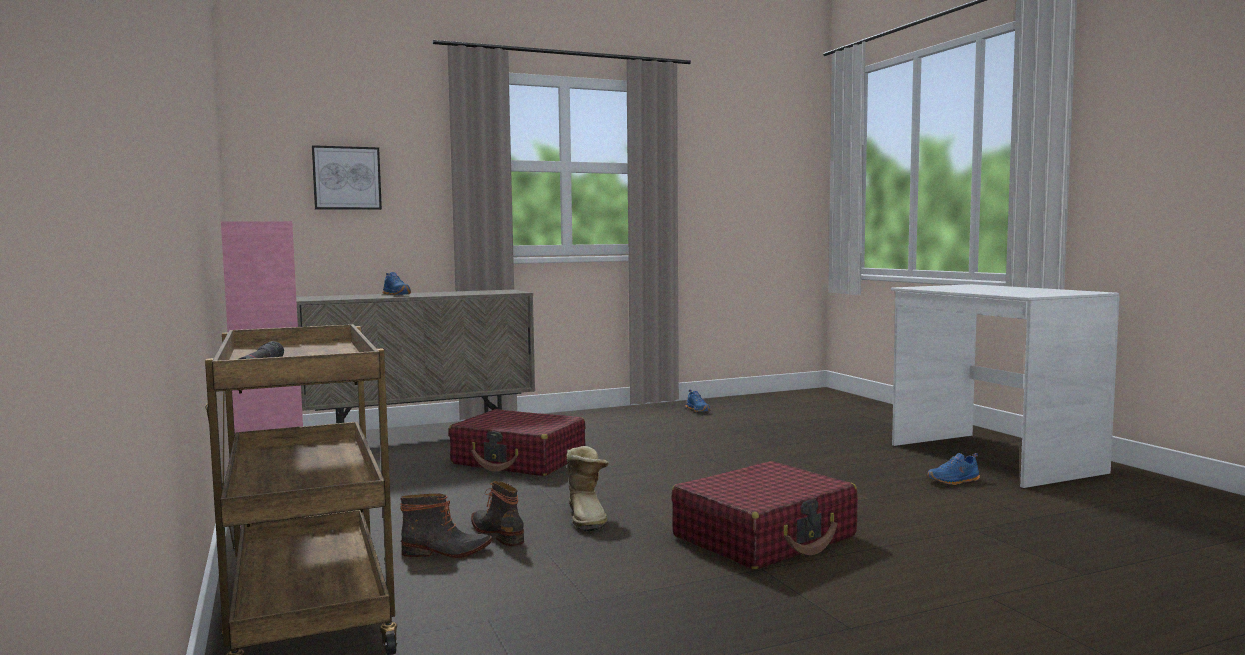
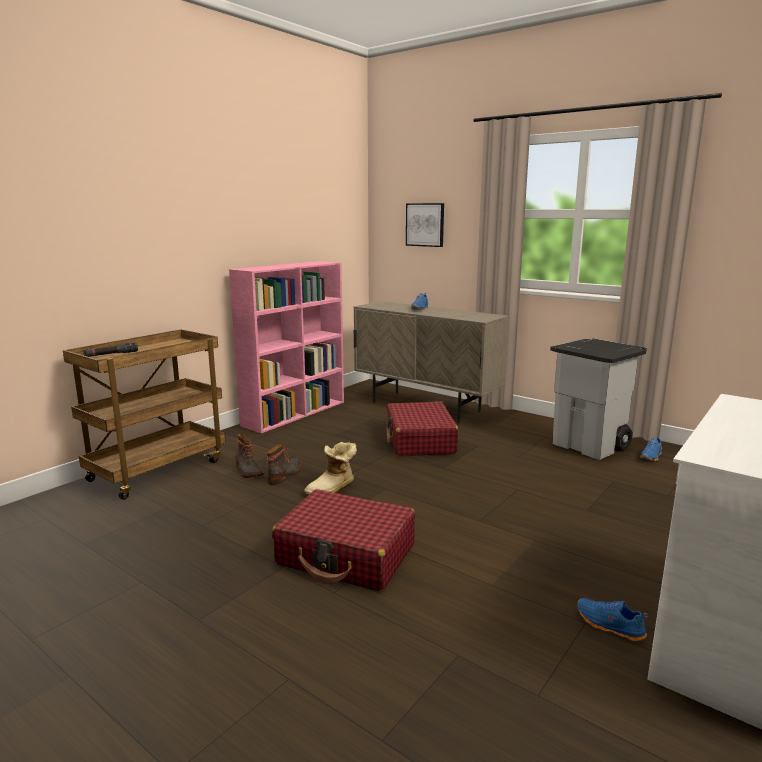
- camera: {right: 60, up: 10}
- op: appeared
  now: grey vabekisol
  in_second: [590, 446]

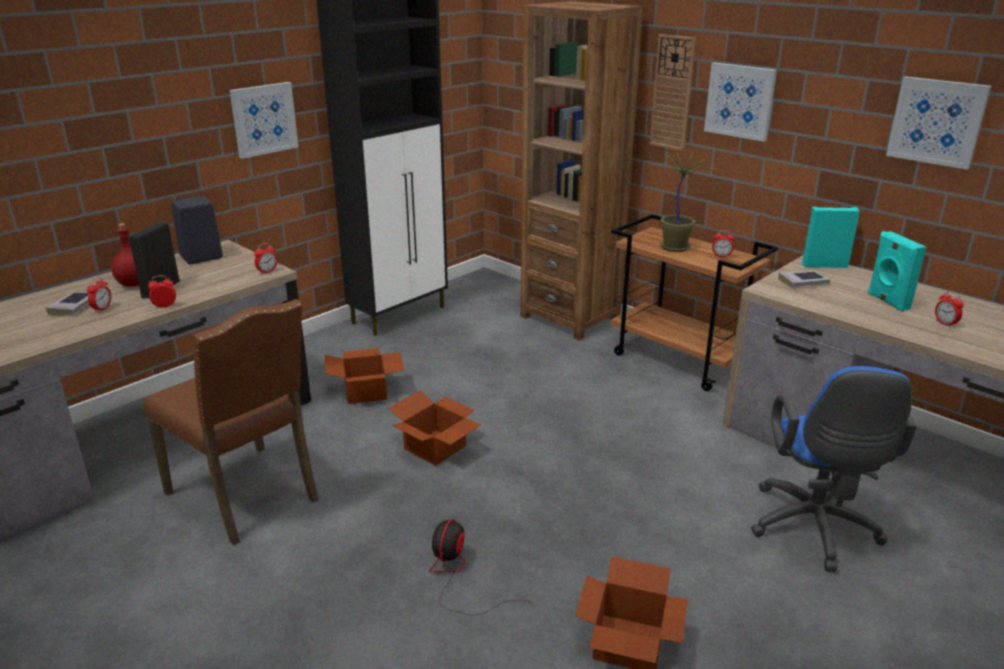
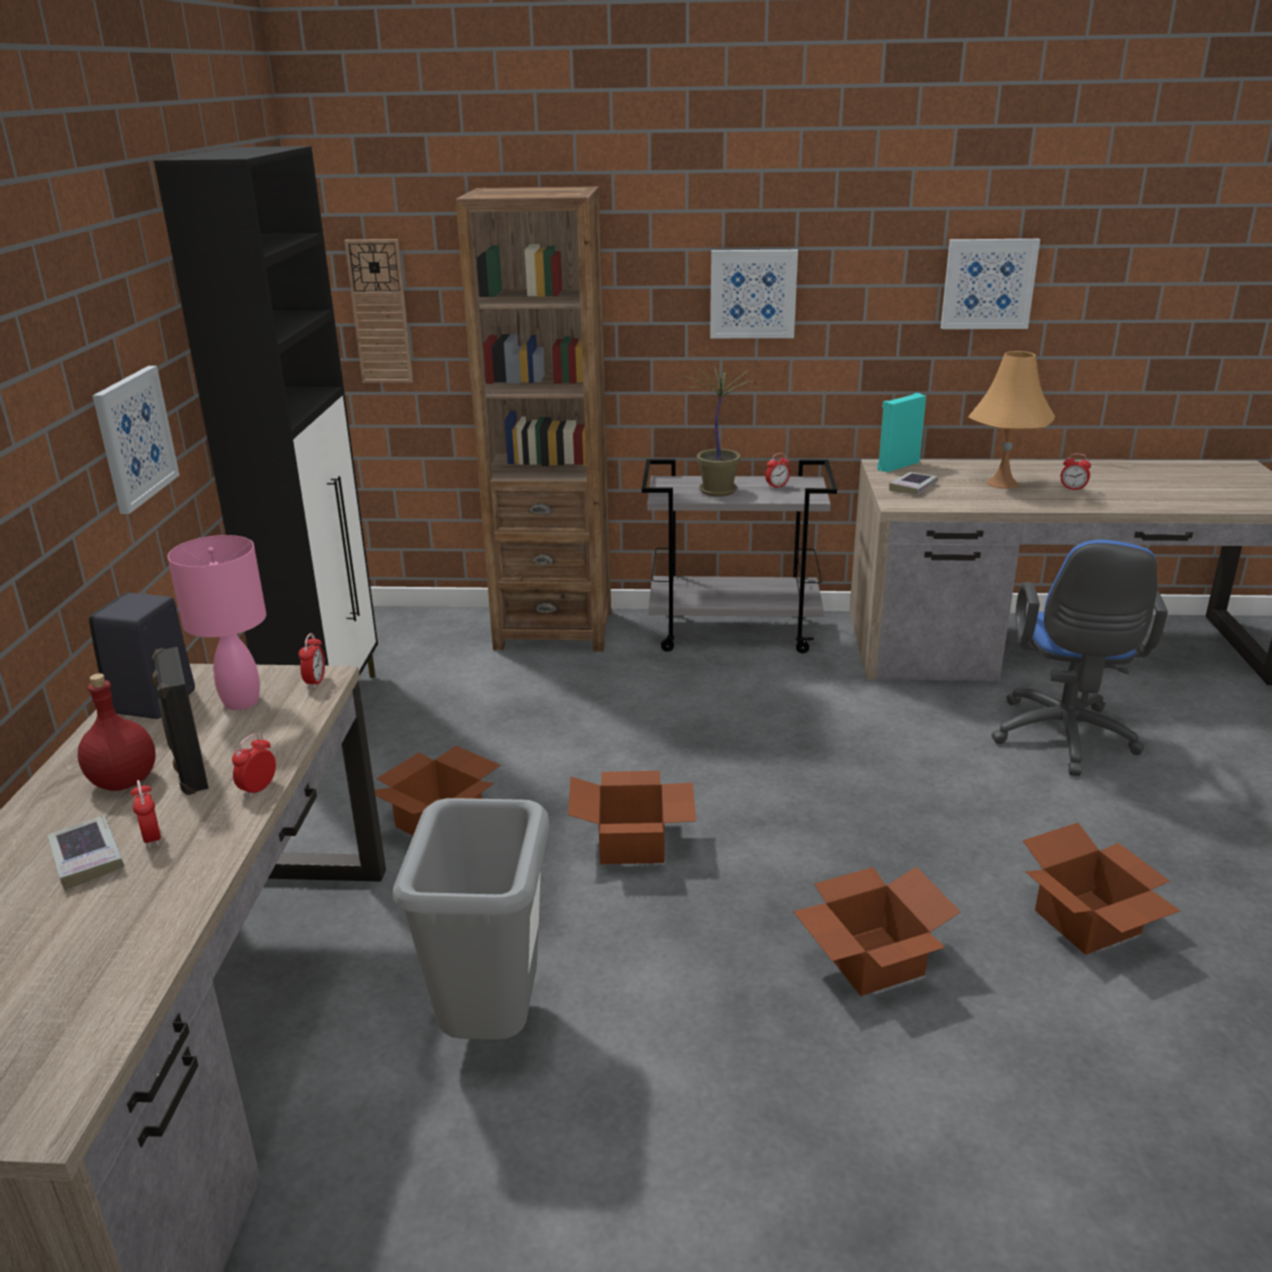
- camera: {right: -40, up: 0}
- op: appeared
  now: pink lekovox
  in_second: [242, 701]
- op: relocated
  was: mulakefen
  in_first: [672, 93]
  in_second: [380, 312]
- op: exchanged
  was: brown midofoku
  now: grey vabekisol
  in_first: [246, 496]
  in_second: [491, 1030]
- op: colour
  was: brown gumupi
  now: grey gumupi
  in_first: [680, 360]
  in_second: [735, 632]
- op: exchanged
  was: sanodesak
  now: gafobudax
  in_first: [458, 576]
  in_second: [869, 960]
- op: exchanged
  was: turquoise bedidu
  now: orange lekovox
  in_first: [887, 301]
  in_second: [1002, 483]
- op: spun
  was: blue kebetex
  in_first: [814, 530]
  in_second: [1063, 740]
  clockwise: 45

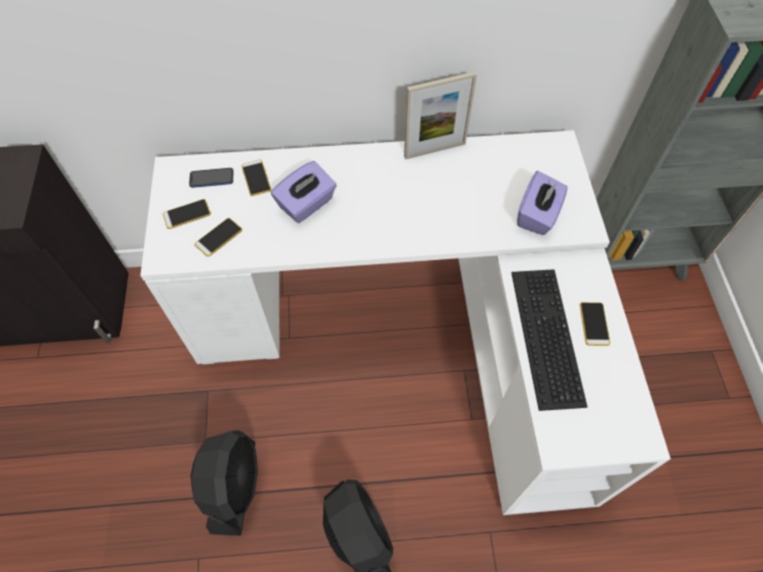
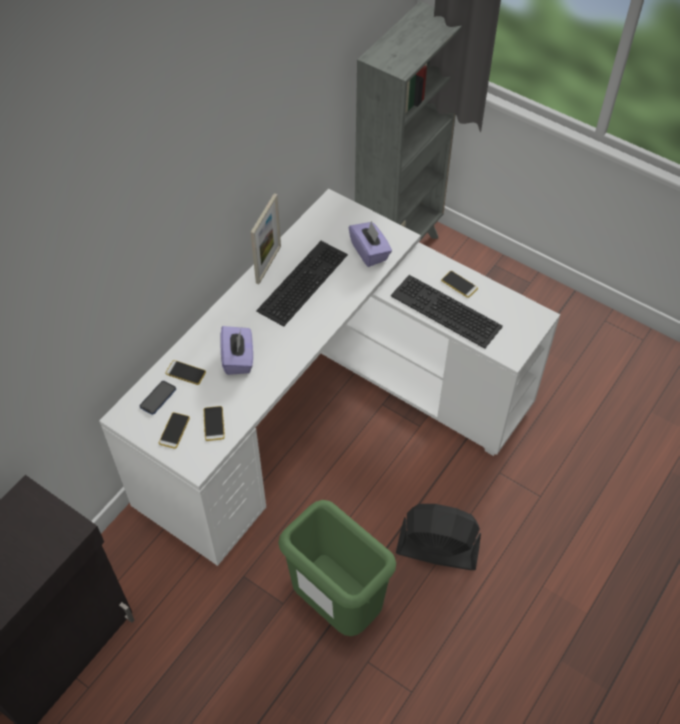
- camera: {right: -50, up: -5}
- op: appeared
  now: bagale
  in_second: [301, 281]
- op: exchanged
  was: black sanodesak
  now: green vabekisol
  in_first: [234, 486]
  in_second: [335, 605]

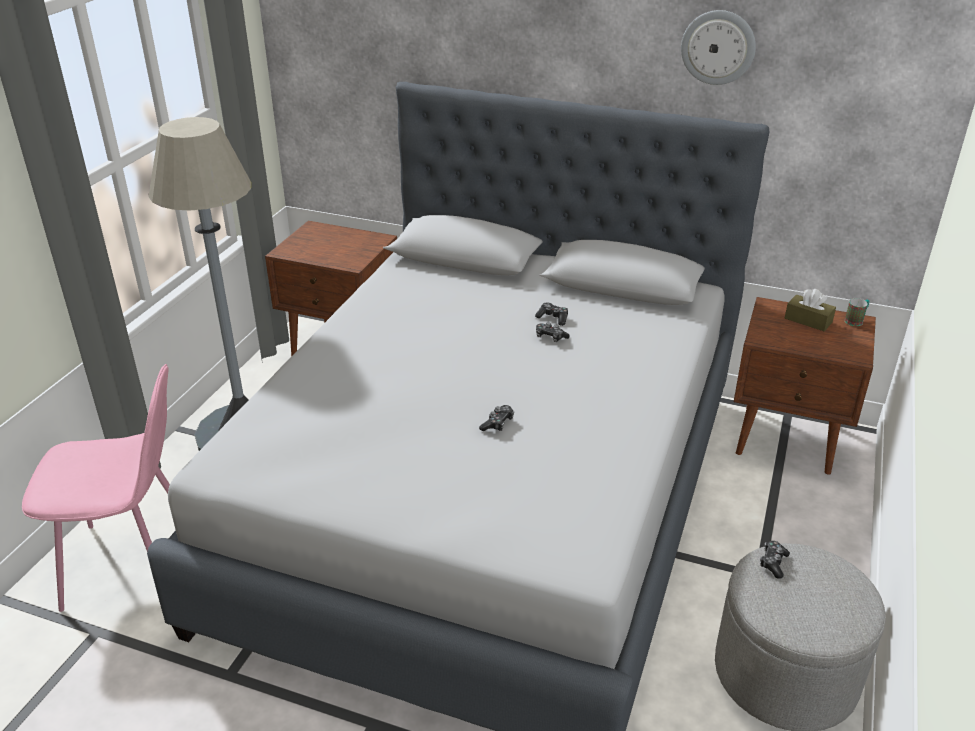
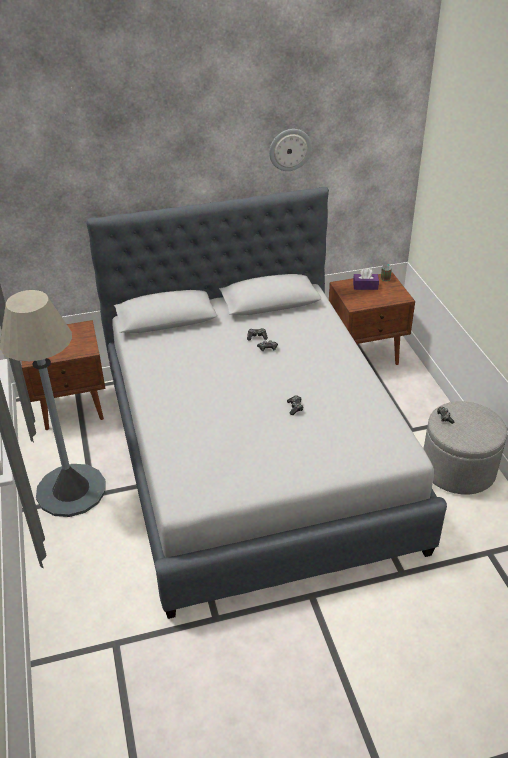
- camera: {right: -35, up: 5}
- op: colour
  was: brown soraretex
  now: purple soraretex
  in_first: [808, 320]
  in_second: [365, 286]
- op: missing
  was: pink midofoku
  in_first: [133, 563]

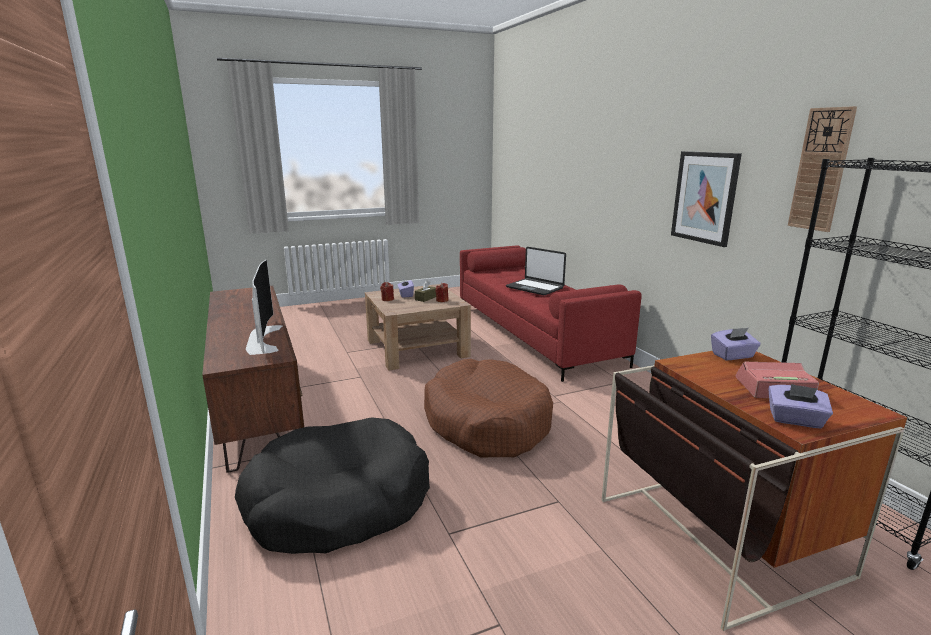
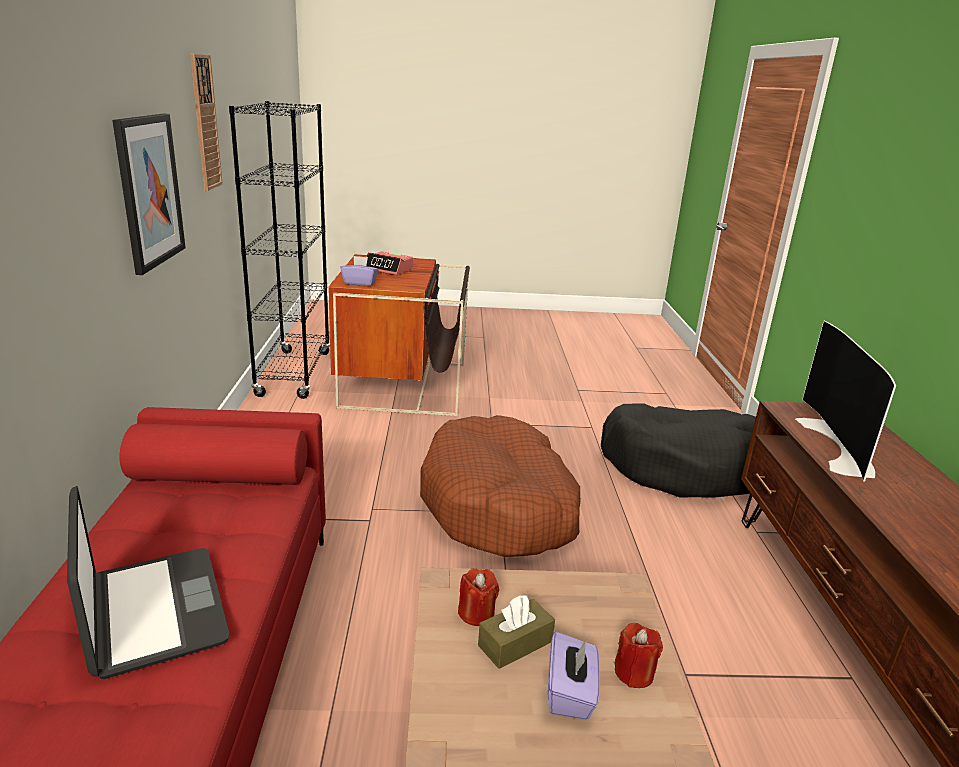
- camera: {right: -160, up: 5}
- op: missing
  was: purple soraretex
  in_first: [795, 420]

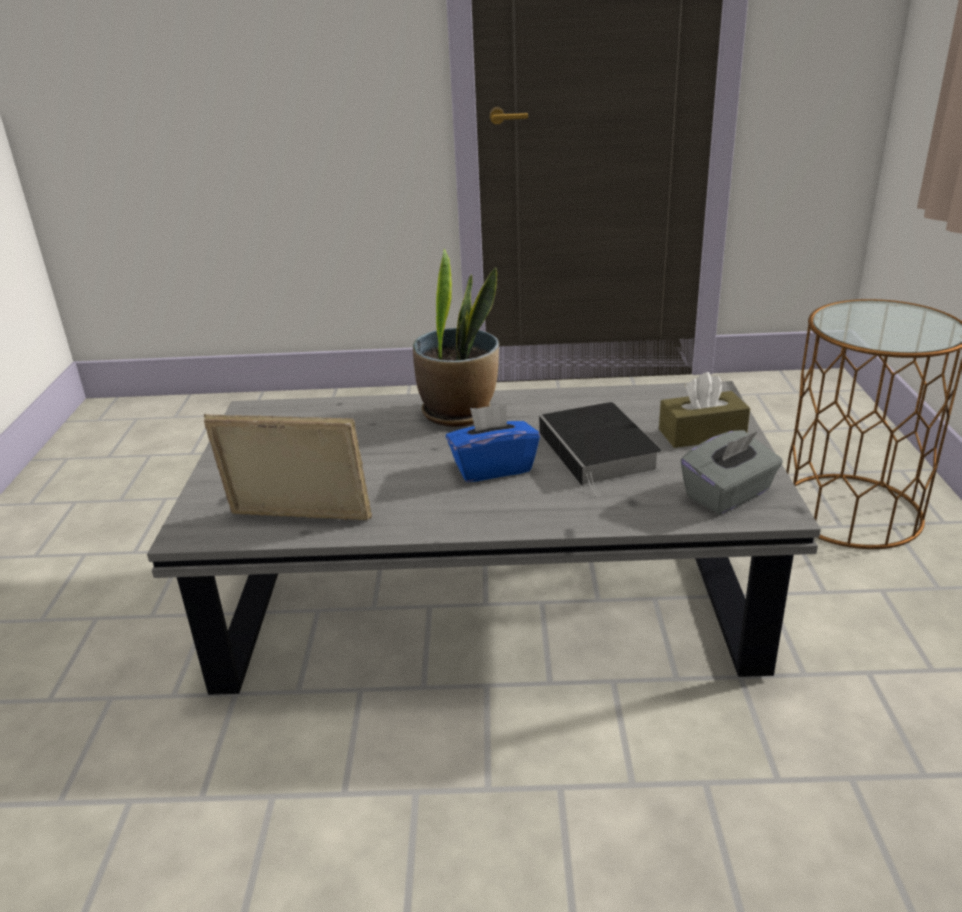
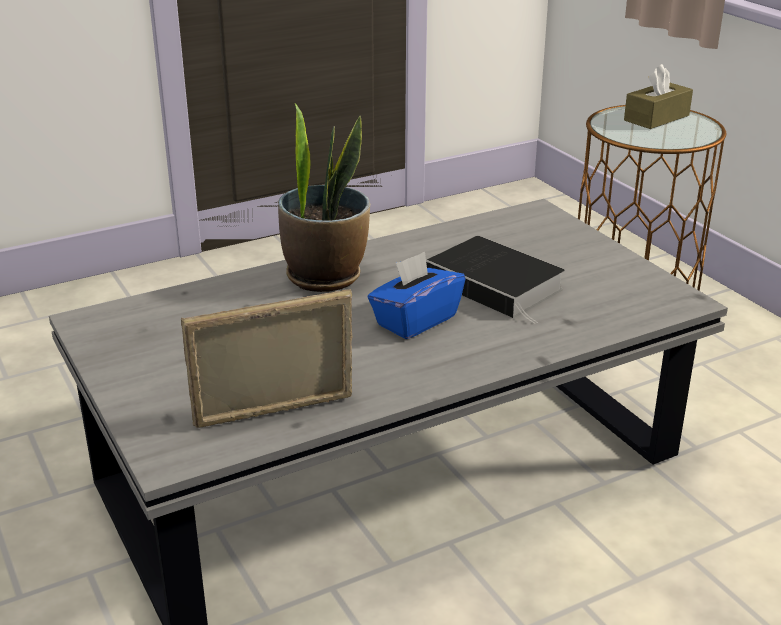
- camera: {right: -30, up: 0}
- op: relocated
  was: brown soraretex
  in_first: [702, 433]
  in_second: [656, 118]
- op: missing
  was: grey soraretex
  in_first: [728, 495]

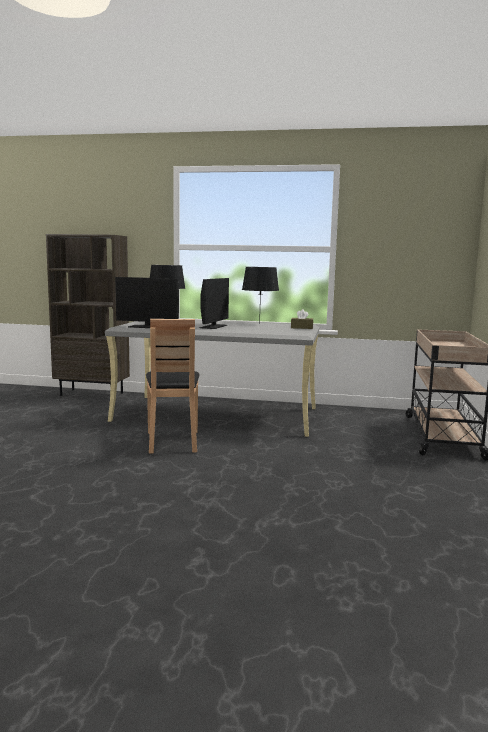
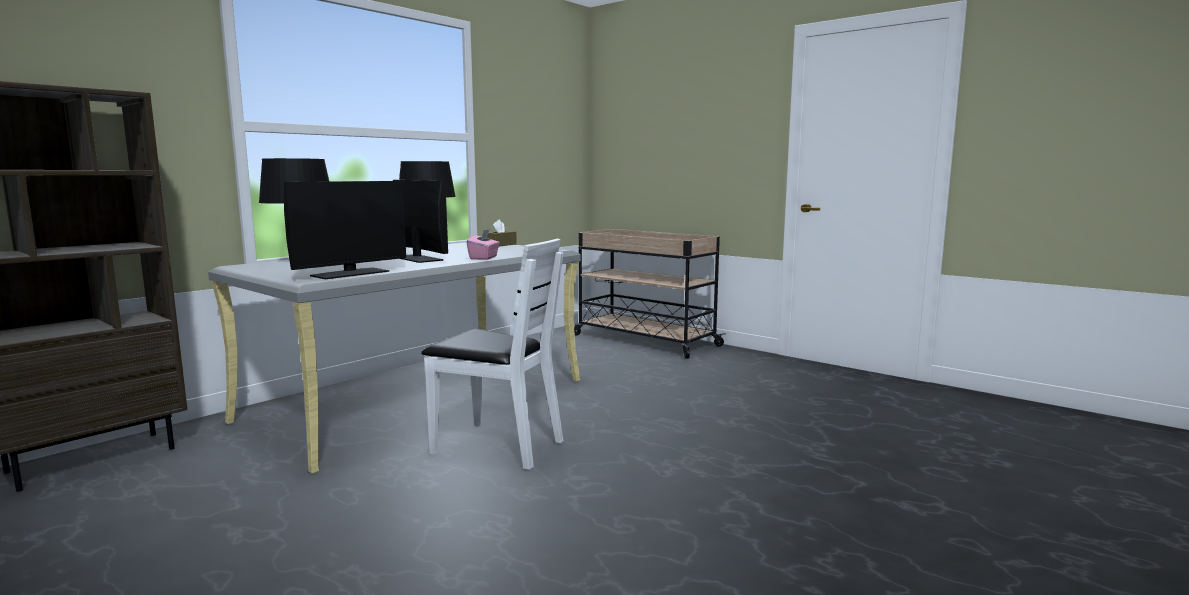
- camera: {right: -60, up: 0}
- op: colour
  was: brown midofoku
  now: white midofoku
  in_first: [173, 441]
  in_second: [497, 446]
- op: appeared
  now: pink soraretex
  in_second: [484, 258]

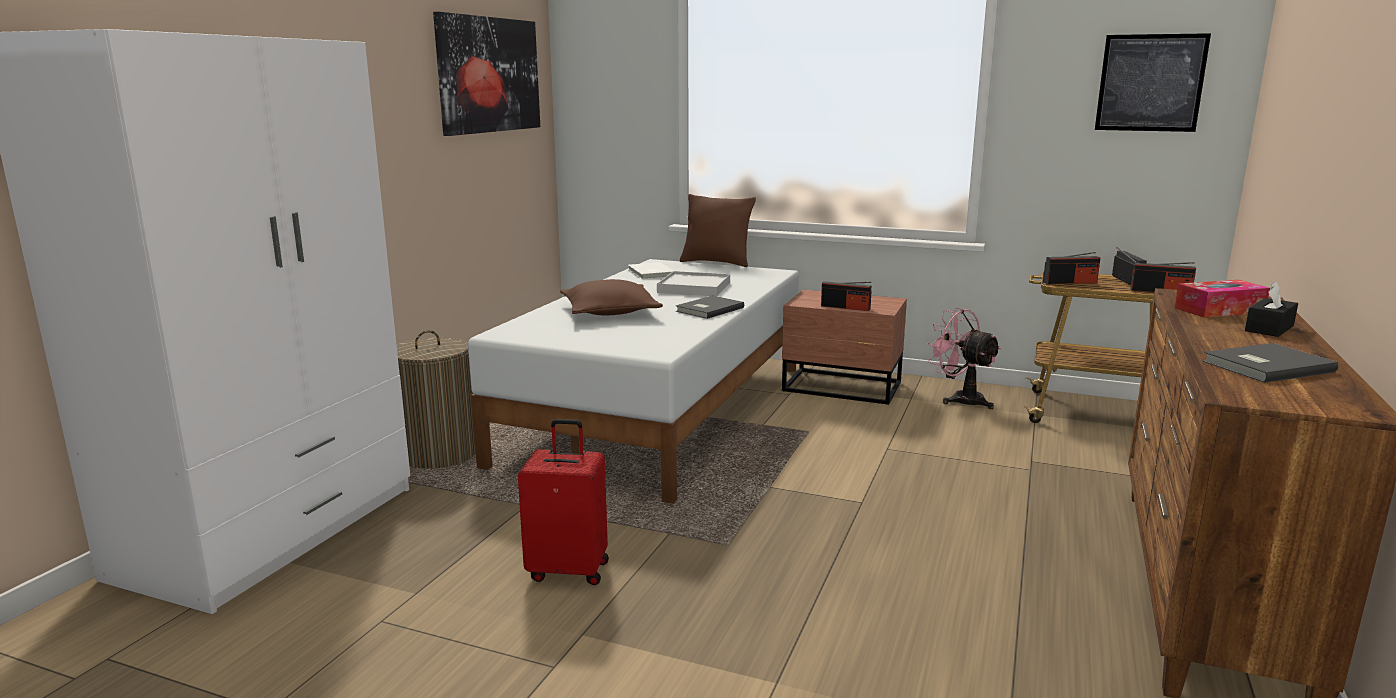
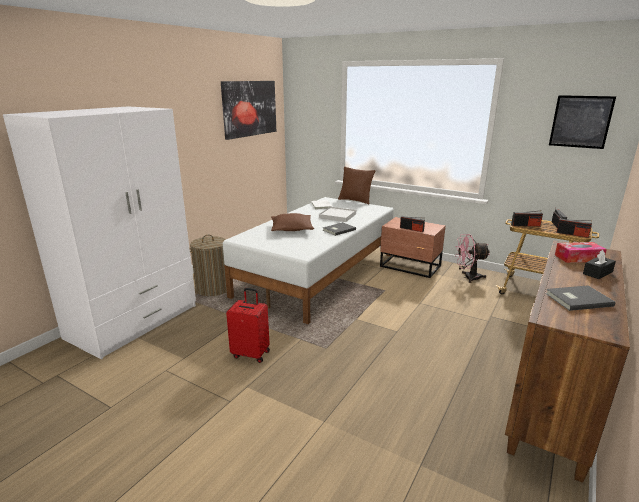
- camera: {right: 10, up: 5}
- op: spun
  was: pink sanodesak
  in_first: [960, 399]
  in_second: [468, 277]
  clockwise: -60

